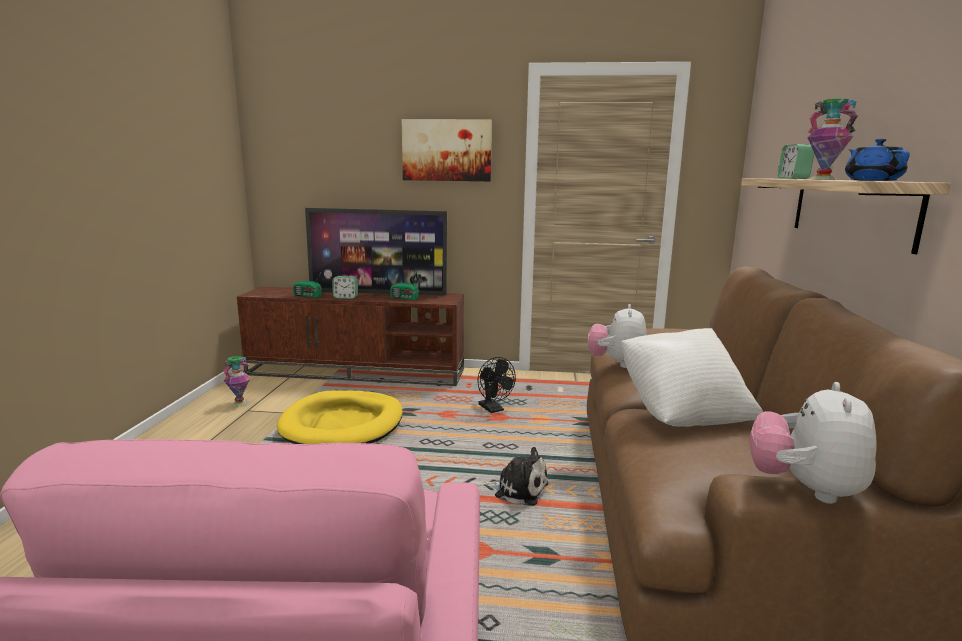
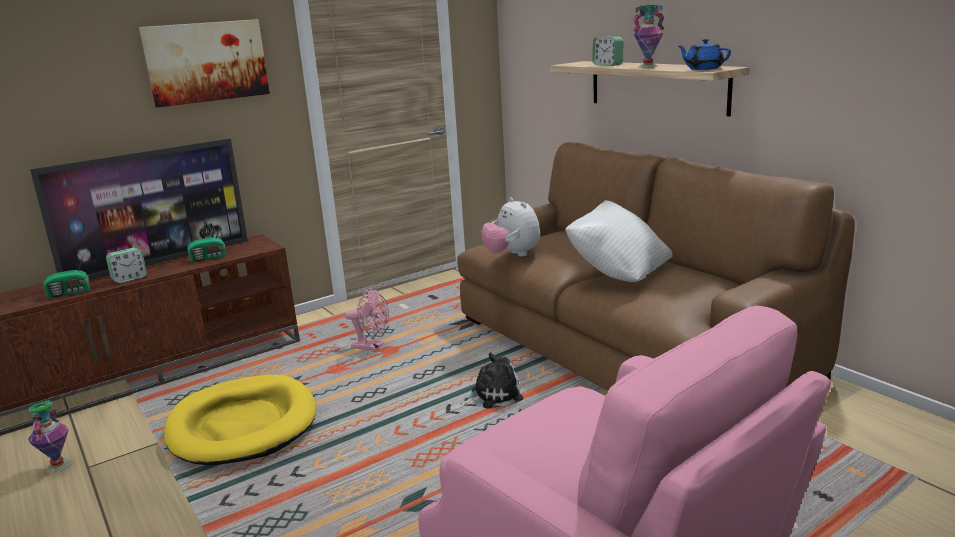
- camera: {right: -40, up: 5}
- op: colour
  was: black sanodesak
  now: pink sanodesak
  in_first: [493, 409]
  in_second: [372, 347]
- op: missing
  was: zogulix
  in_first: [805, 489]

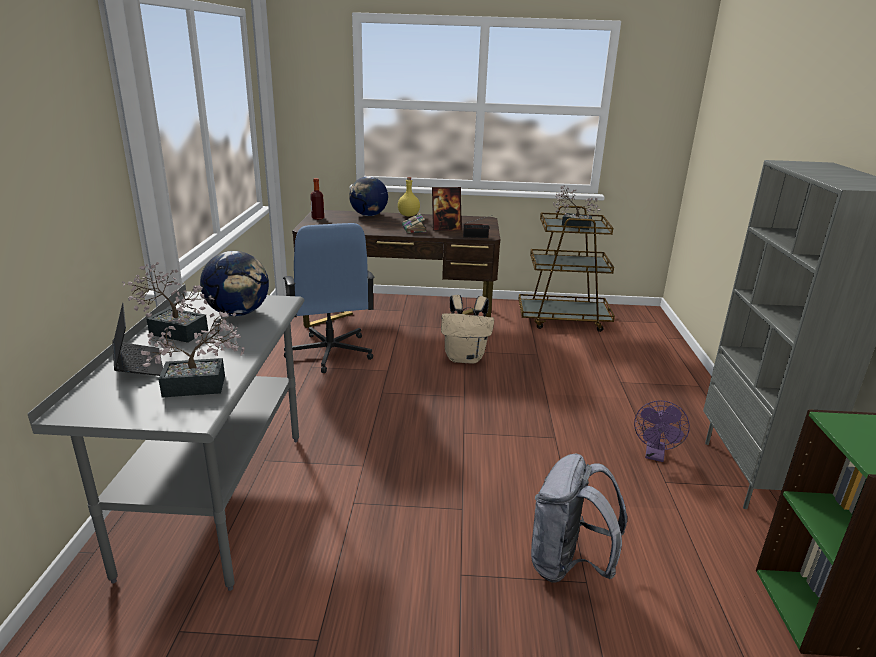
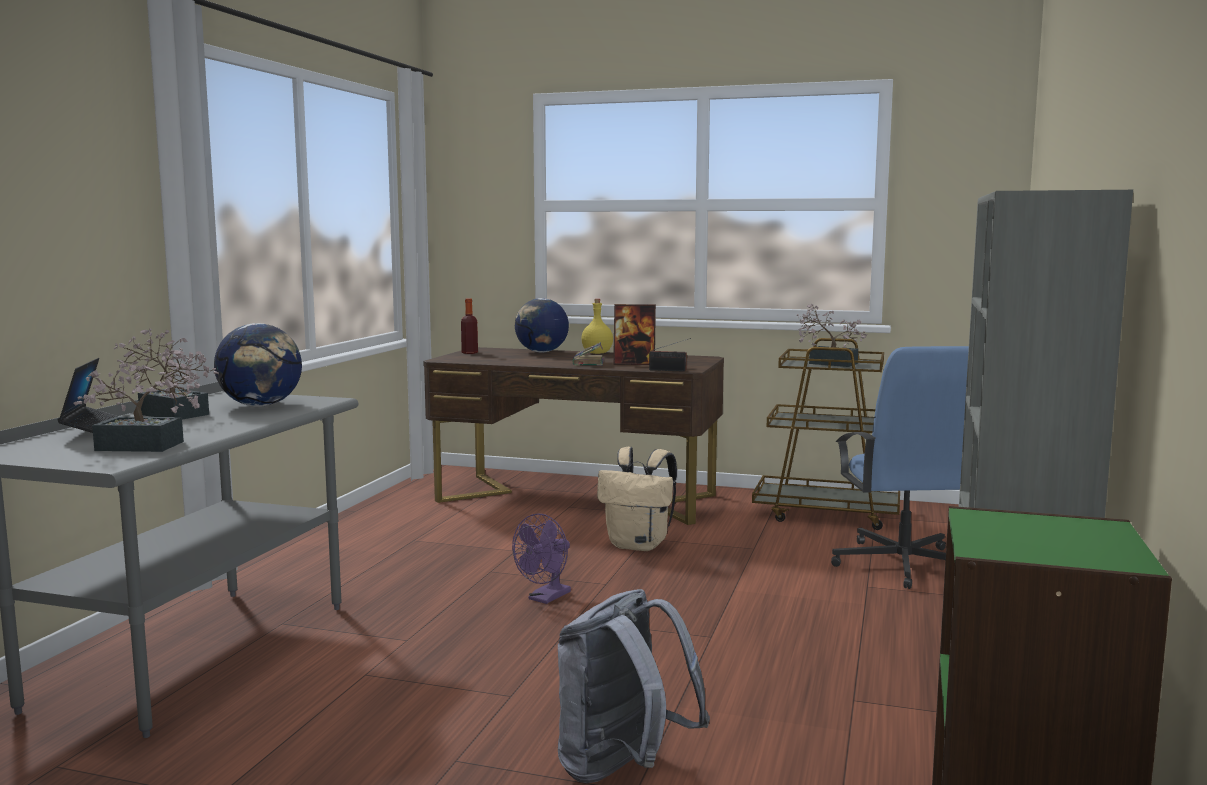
- camera: {right: 15, up: -15}
- op: relocated
  was: purple sanodesak
  in_first: [655, 455]
  in_second: [545, 598]
- op: relocated
  was: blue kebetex
  in_first: [330, 353]
  in_second: [903, 565]

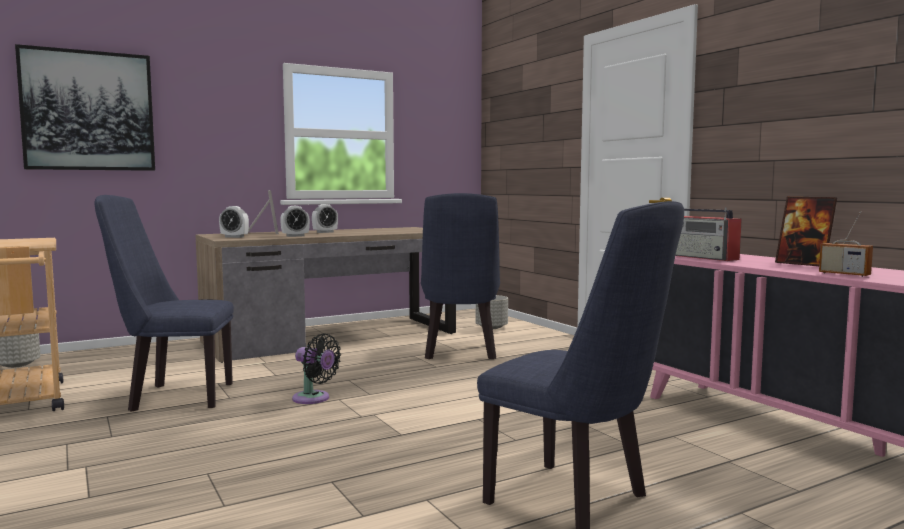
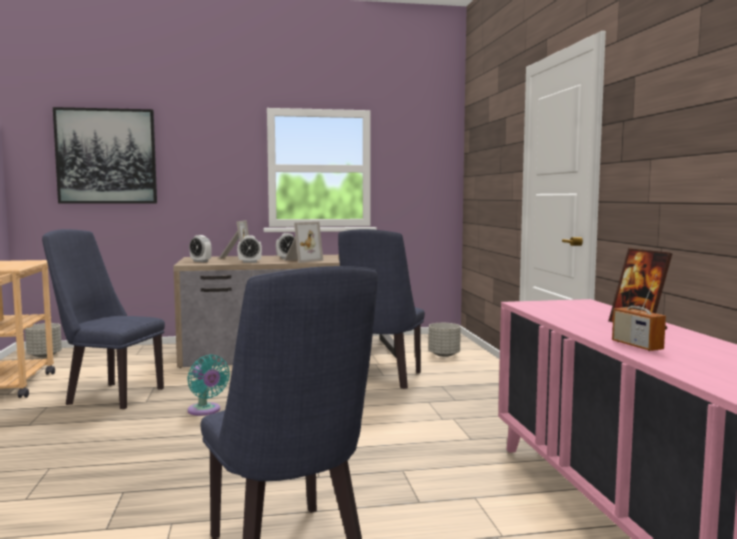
- camera: {right: 20, up: 0}
- op: colour
  was: black sanodesak
  now: turquoise sanodesak
  in_first: [314, 399]
  in_second: [205, 411]
- op: appeared
  now: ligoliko
  in_second: [301, 260]
- op: missing
  was: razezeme
  in_first: [703, 257]

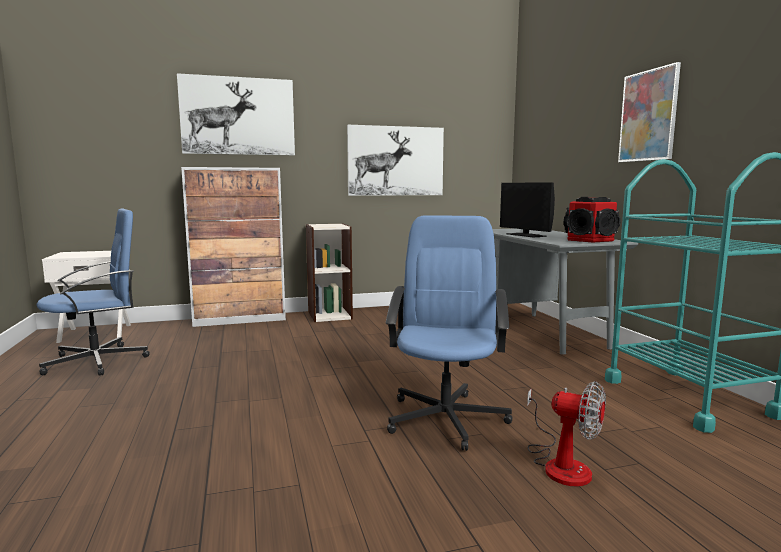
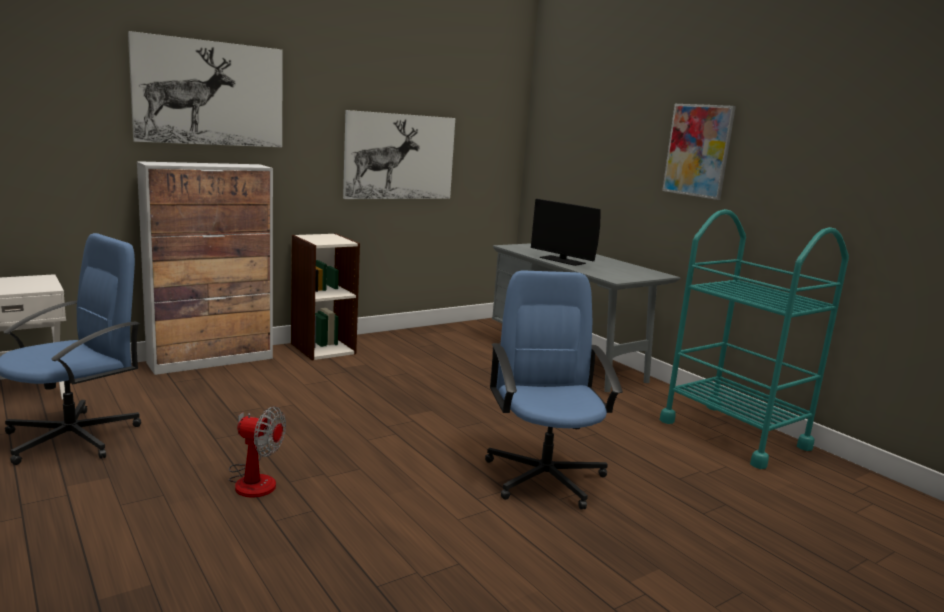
- camera: {right: -20, up: 5}
- op: relocated
  was: sanodesak
  in_first: [560, 464]
  in_second: [253, 479]
- op: missing
  was: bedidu
  in_first: [589, 240]

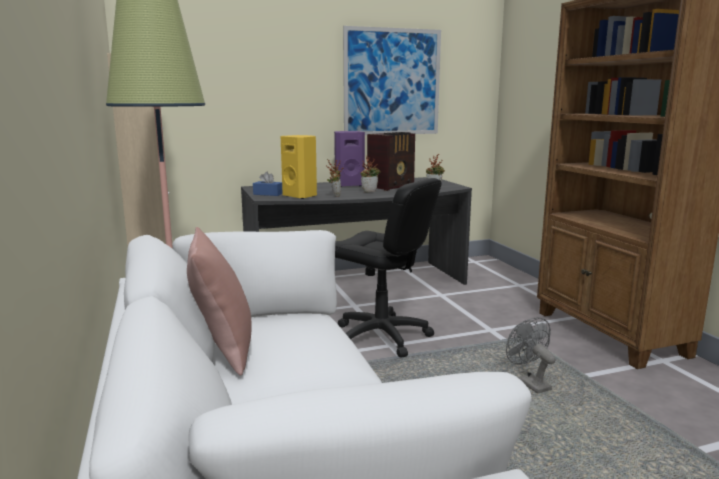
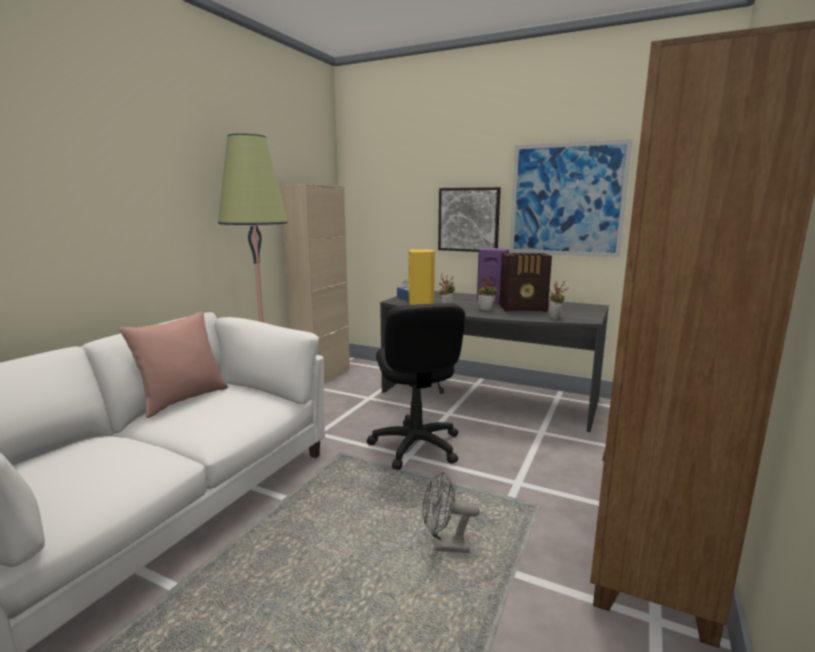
- camera: {right: 45, up: 0}
- op: spun
  was: grey sanodesak
  in_first: [529, 383]
  in_second: [445, 545]
  clockwise: -105
- op: appeared
  now: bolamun
  in_second: [468, 219]

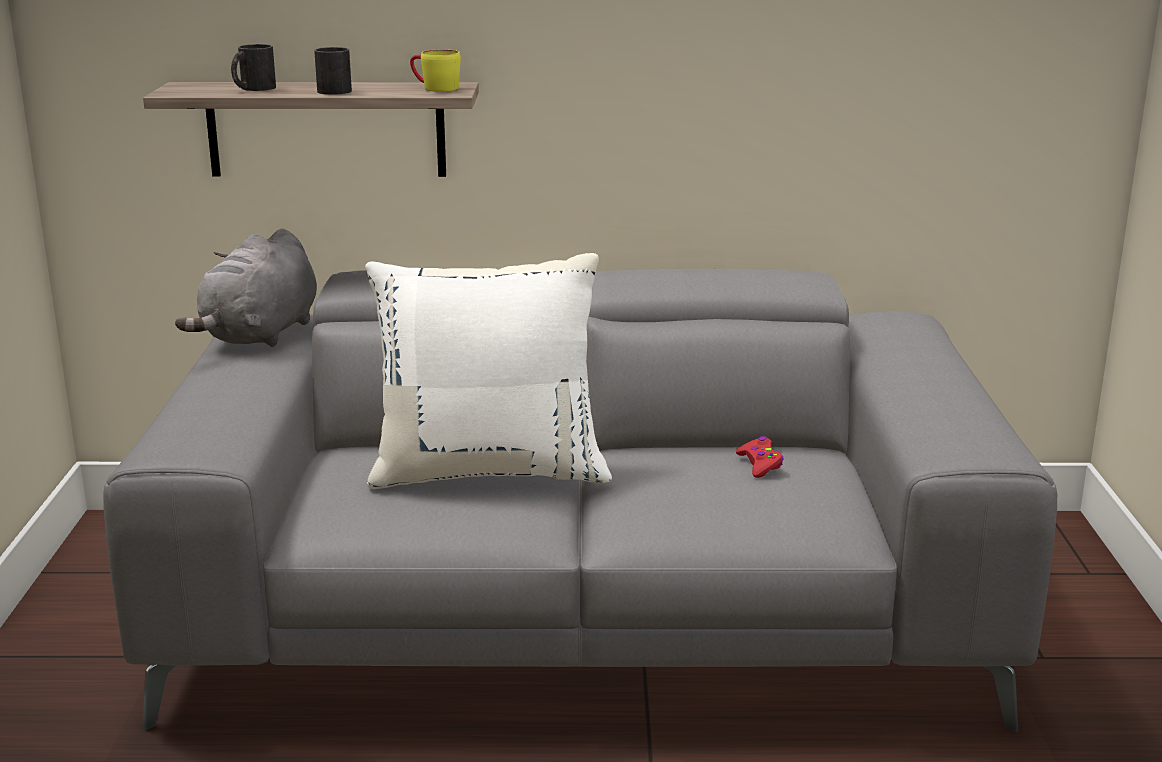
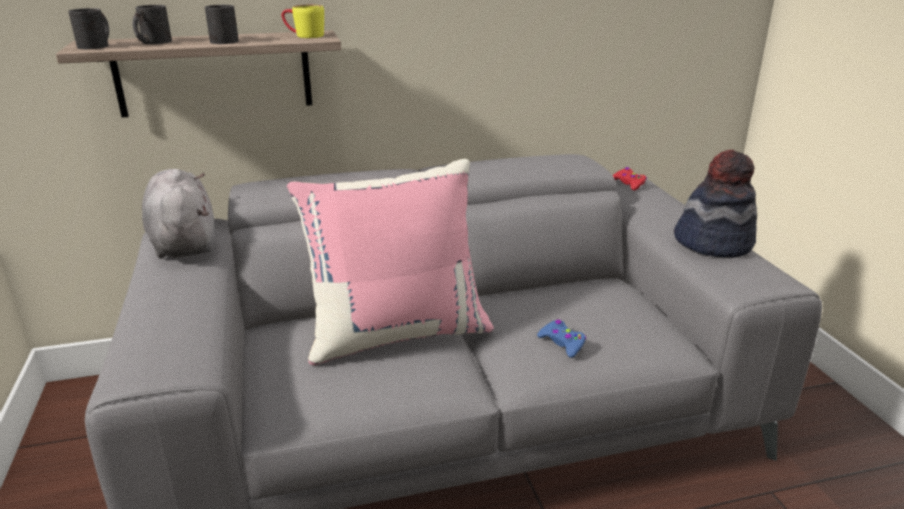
- camera: {right: -15, up: 5}
- op: appeared
  now: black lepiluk
  in_second: [97, 45]
- op: spun
  was: grey zogulix
  in_first: [260, 335]
  in_second: [183, 242]
  clockwise: 150
- op: colour
  was: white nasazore
  now: pink nasazore
  in_first: [489, 470]
  in_second: [397, 332]
- op: appeared
  now: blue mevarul
  in_second: [562, 343]
- op: relocated
  was: red mevarul
  in_first: [760, 464]
  in_second: [628, 183]
- op: appeared
  now: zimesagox
  in_second: [713, 243]

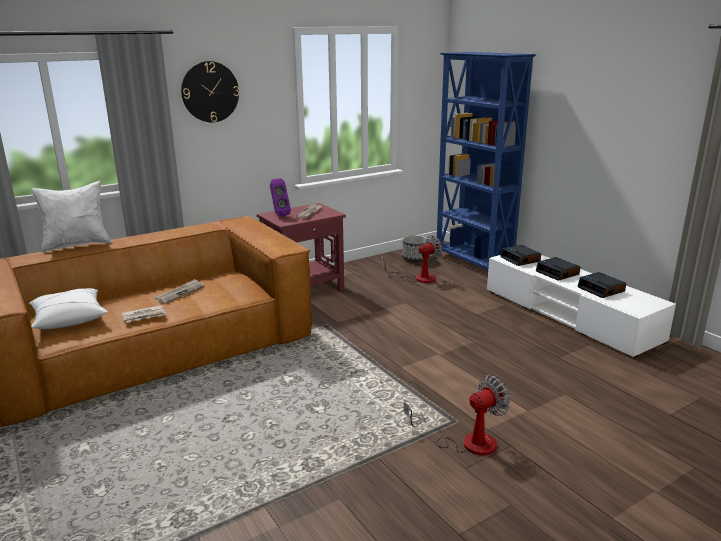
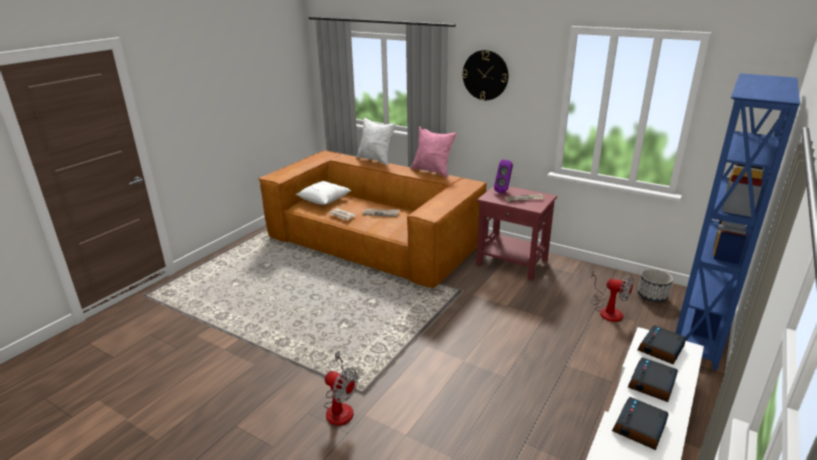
- camera: {right: 65, up: 5}
- op: appeared
  now: pink nasazore
  in_second: [432, 171]

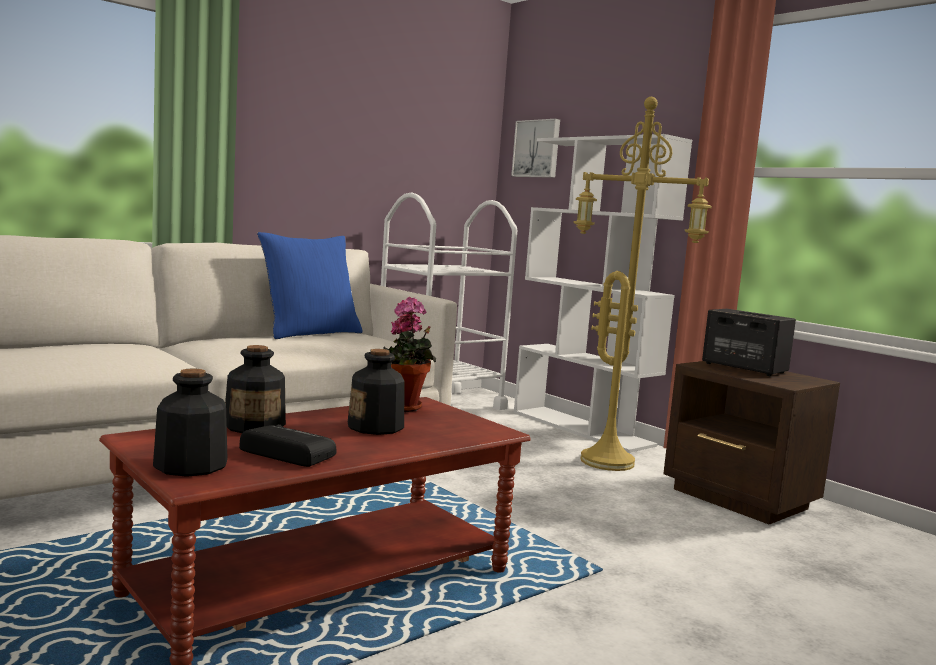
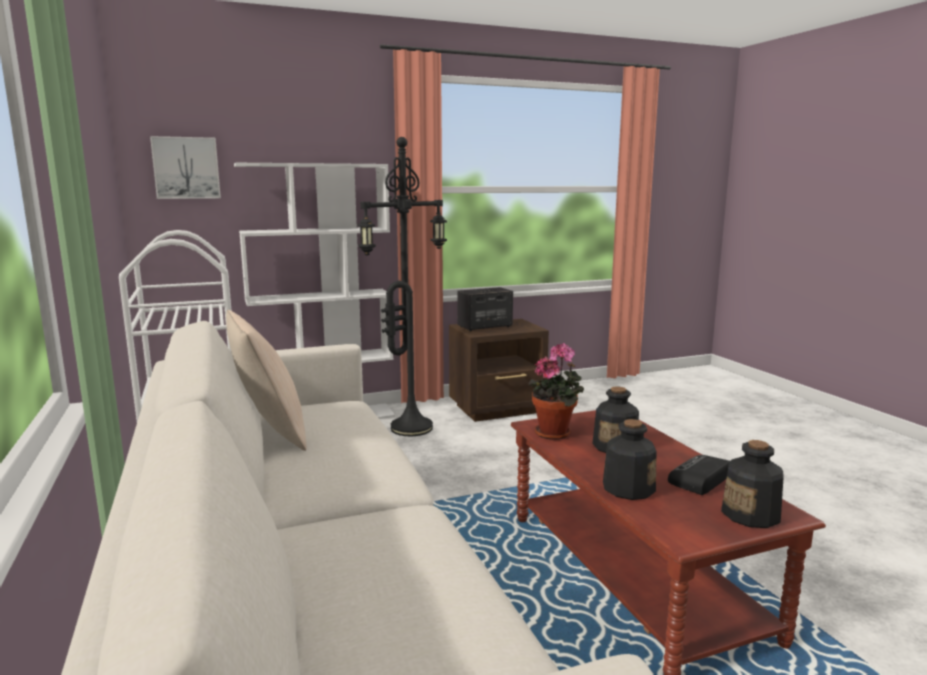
- camera: {right: -70, up: 5}
- op: colour
  was: blue nasazore
  now: beige nasazore
  in_first: [310, 333]
  in_second: [269, 432]
- op: colour
  was: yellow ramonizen
  now: black ramonizen
  in_first: [610, 461]
  in_second: [411, 427]

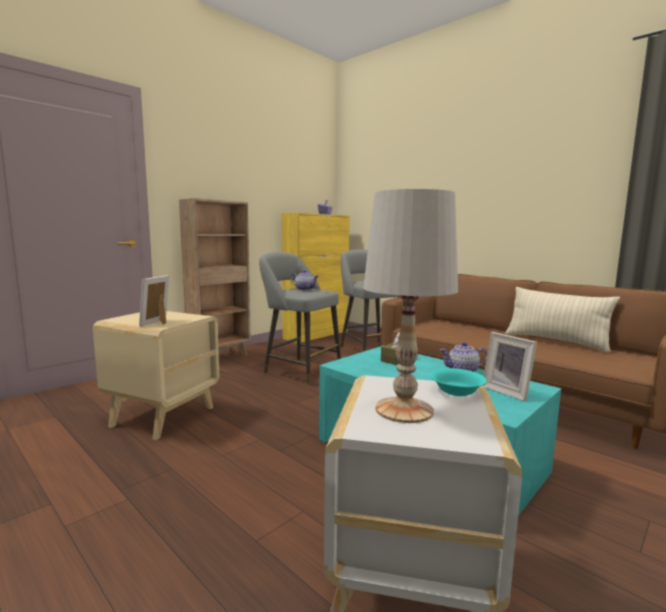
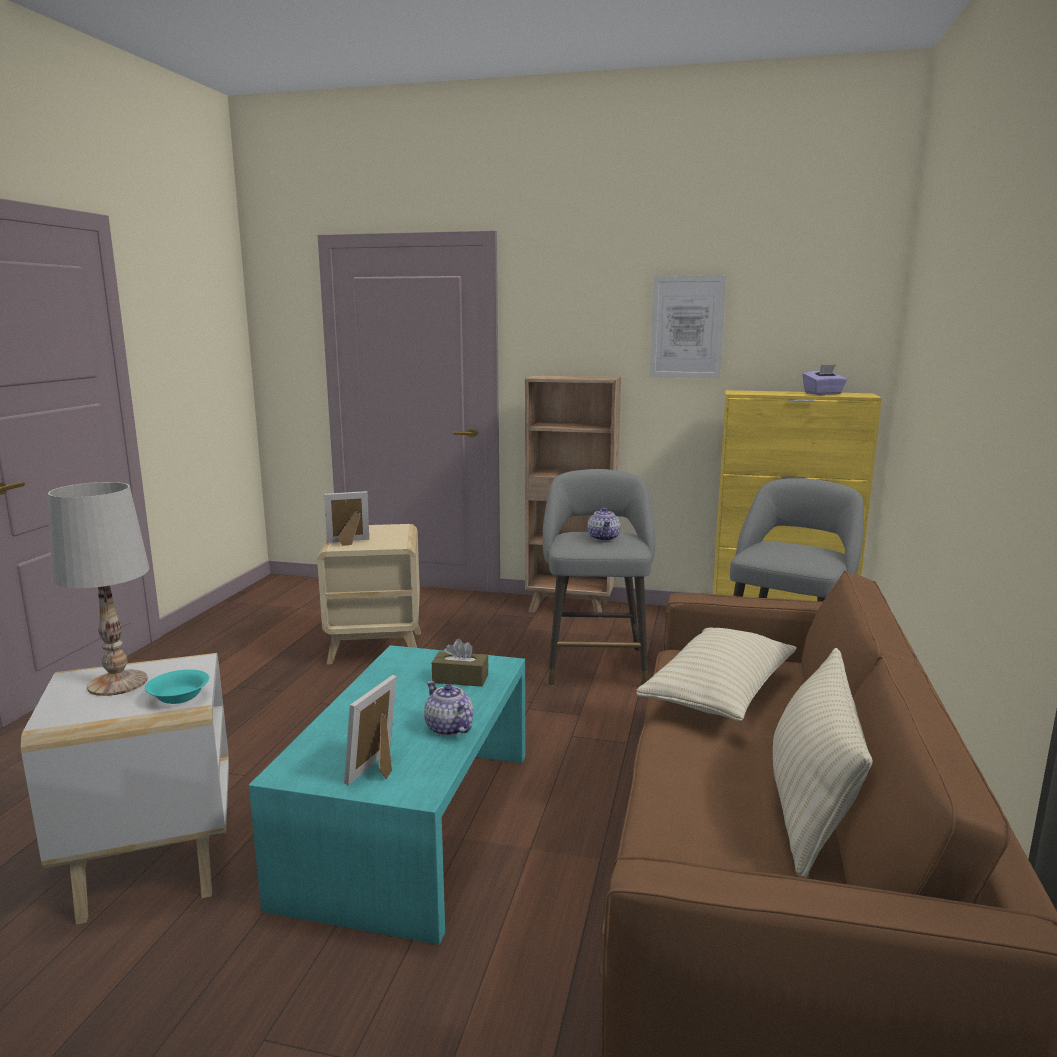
- camera: {right: 60, up: 5}
- op: appeared
  now: beige nasazore
  in_second: [719, 694]
- op: appeared
  now: bolamun
  in_second: [687, 327]

